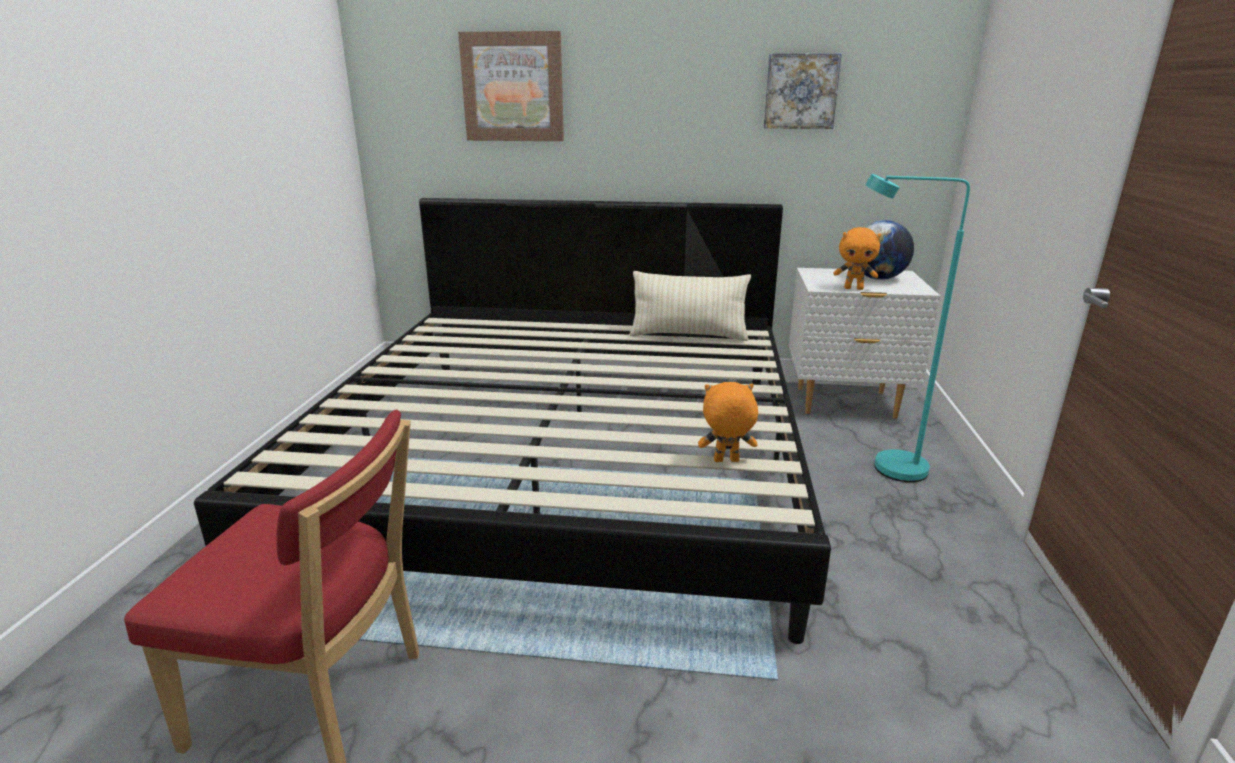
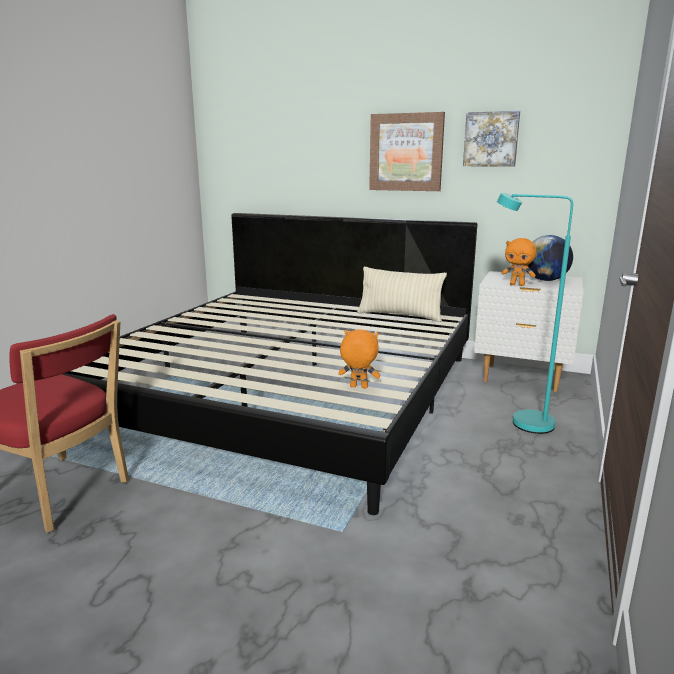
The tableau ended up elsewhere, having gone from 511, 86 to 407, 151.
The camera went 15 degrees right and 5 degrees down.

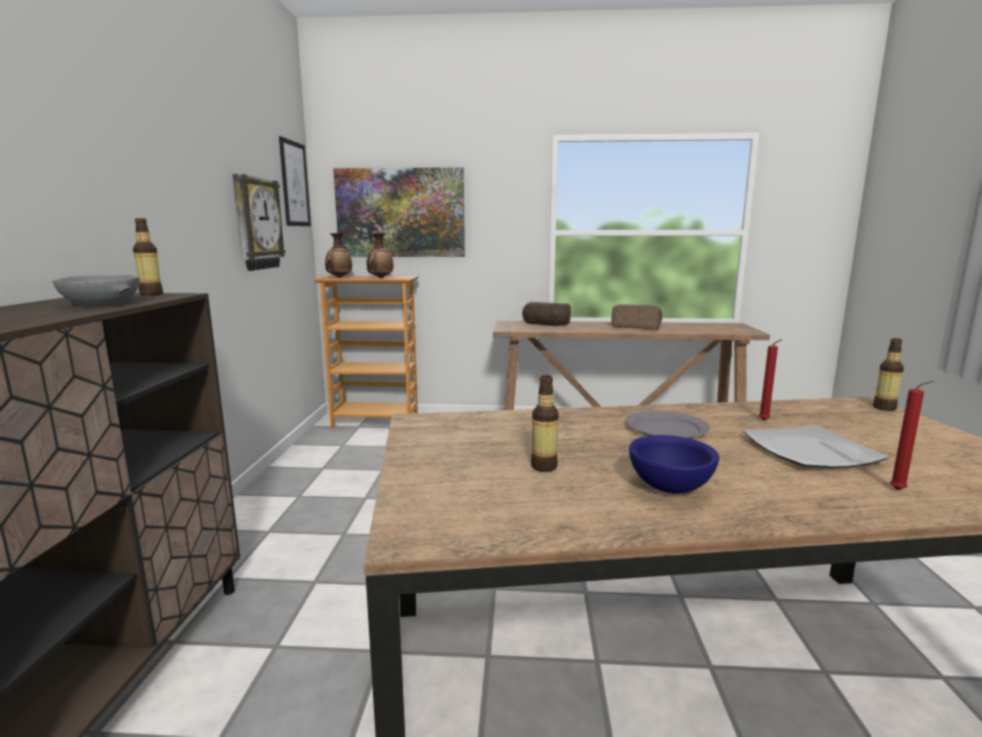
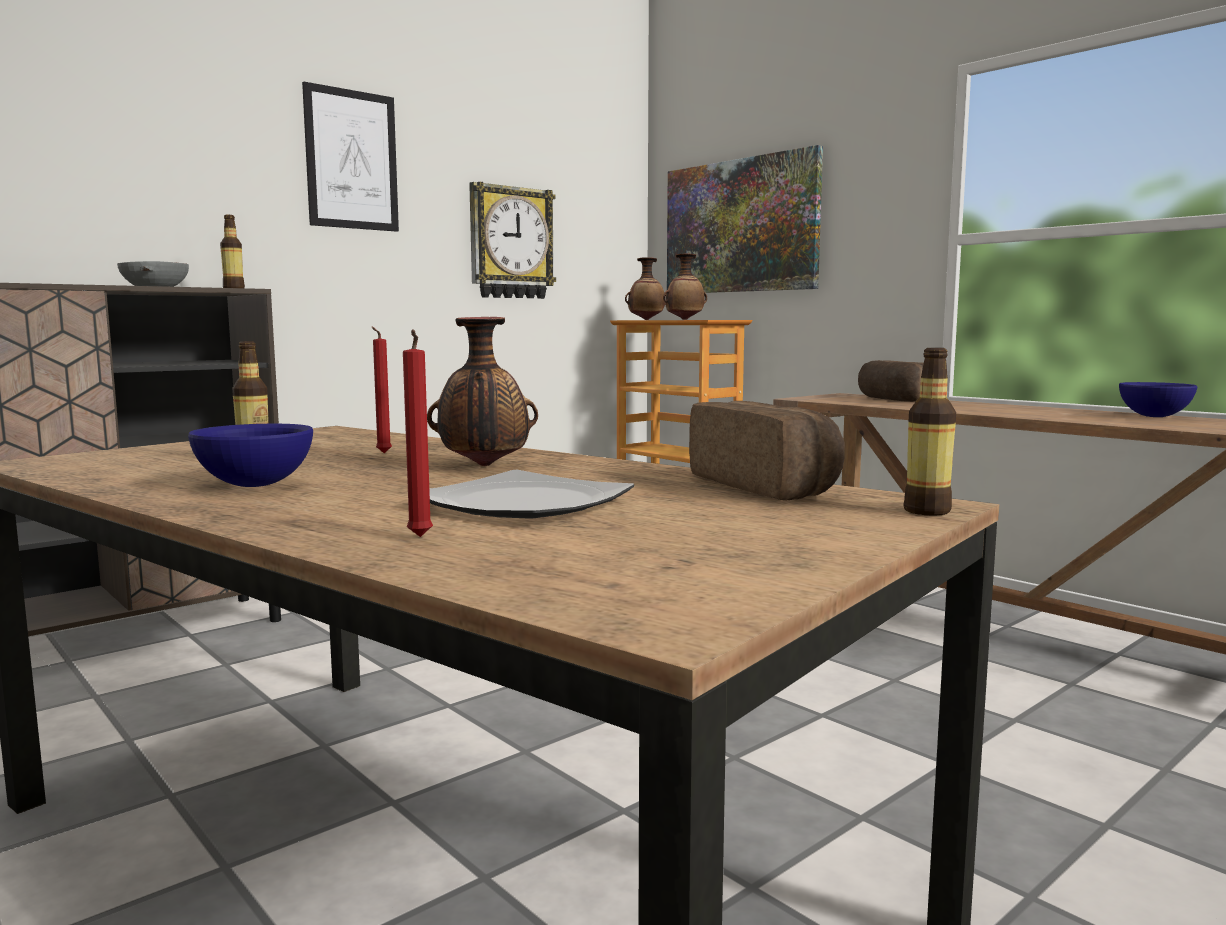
The second view gained the bol/bleu at 1158, 399.
The tableau ended up elsewhere, having gone from 295, 181 to 350, 157.
The pain ended up elsewhere, having gone from 637, 317 to 767, 451.
The bougie/rouge ended up elsewhere, having gone from 771, 379 to 382, 390.
Where the assiette/gris stood at 667, 424, the vase came to stand at 482, 391.
The camera went 45 degrees right and 5 degrees down.

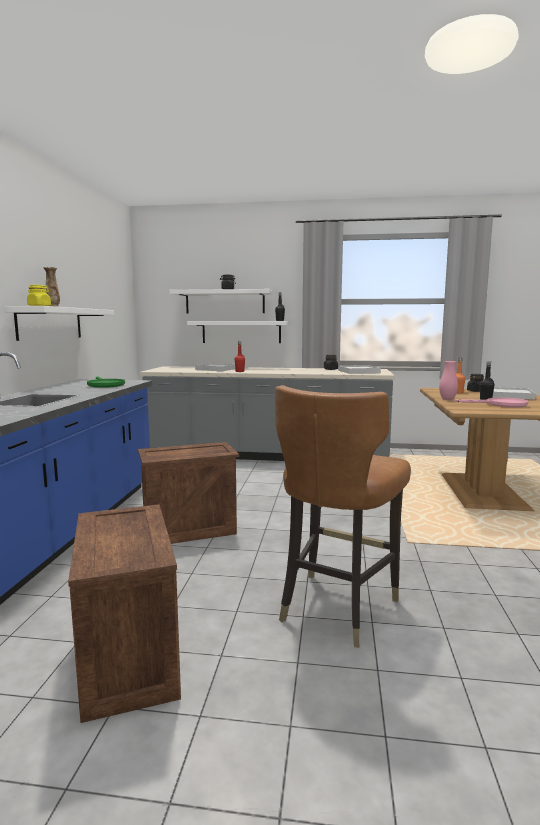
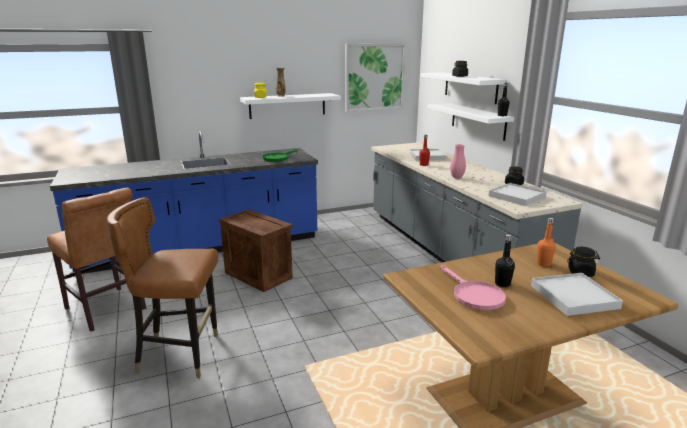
The second view gained the tableau at 375, 77.
The vase/rose ended up elsewhere, having gone from 448, 380 to 458, 161.
Where the caisse stood at 124, 613, the chaise/marron came to stand at 96, 259.
The camera went 60 degrees right and 10 degrees up.

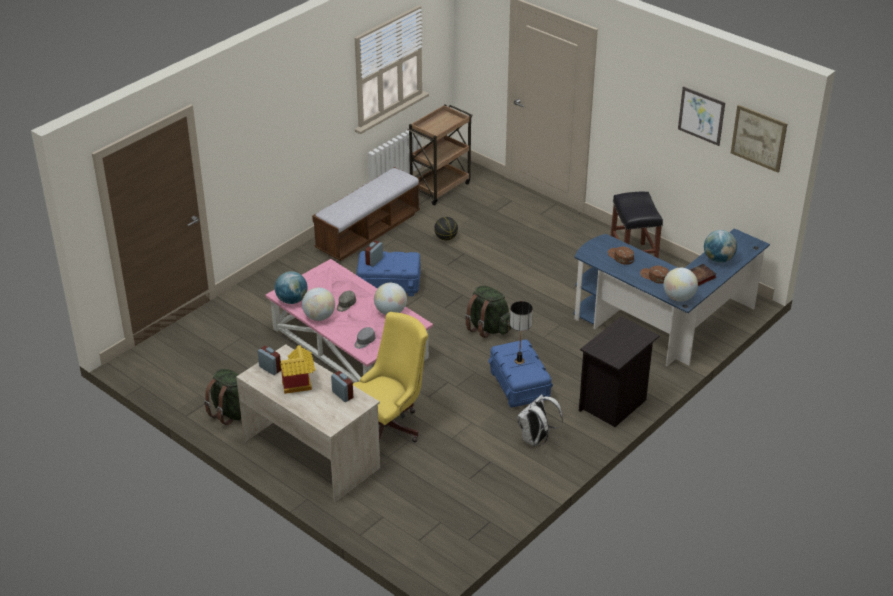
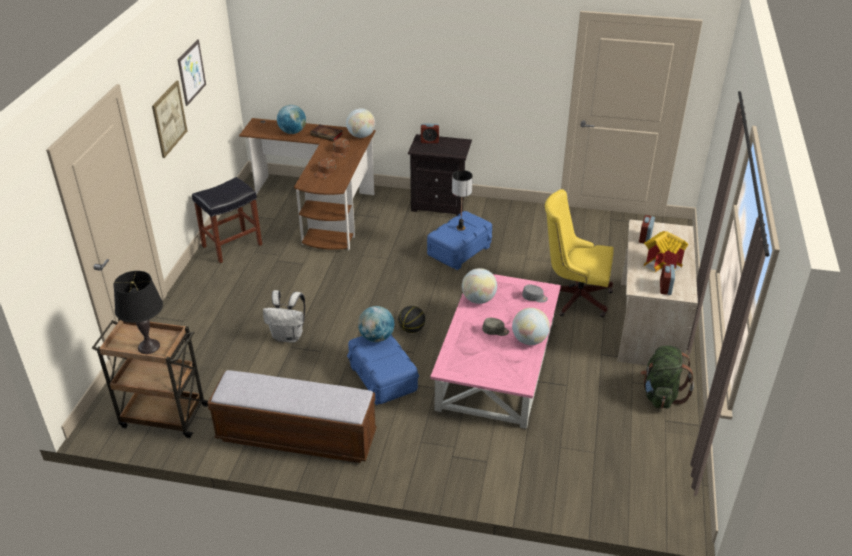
The second view lost the sac à dos/vert at 488, 311.
The second view gained the lampe de table/noir at 138, 312.
The globe ended up elsewhere, having gone from 291, 287 to 376, 324.
The réveil ended up elsewhere, having gone from 374, 254 to 430, 133.
The ballon de basket ended up elsewhere, having gone from 446, 228 to 411, 319.
The sac à dos/blanc ended up elsewhere, having gone from 540, 420 to 284, 316.
The tableau ended up elsewhere, having gone from 759, 139 to 170, 119.
What was the bureau/bleu at 672, 297 turned into the bureau/marron at 307, 184.
The camera went 120 degrees left and 0 degrees up.

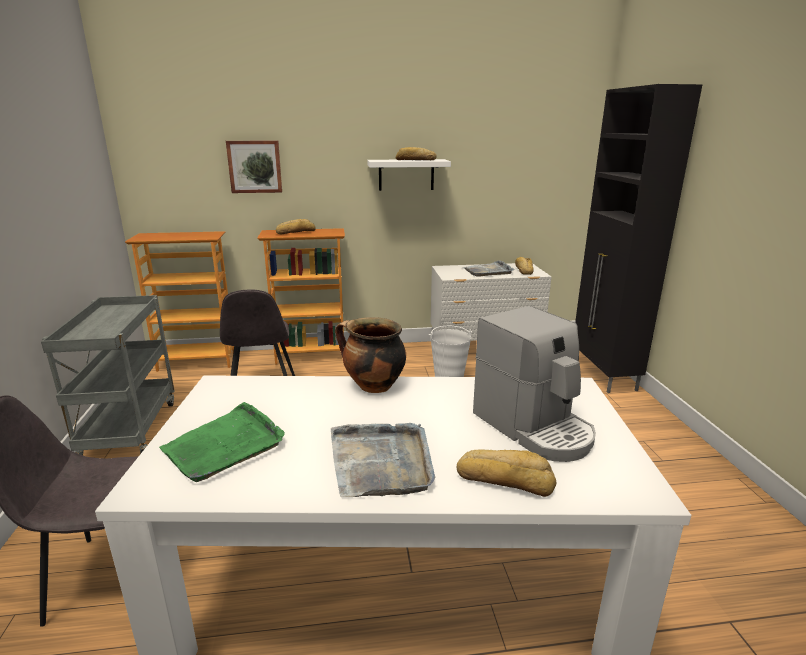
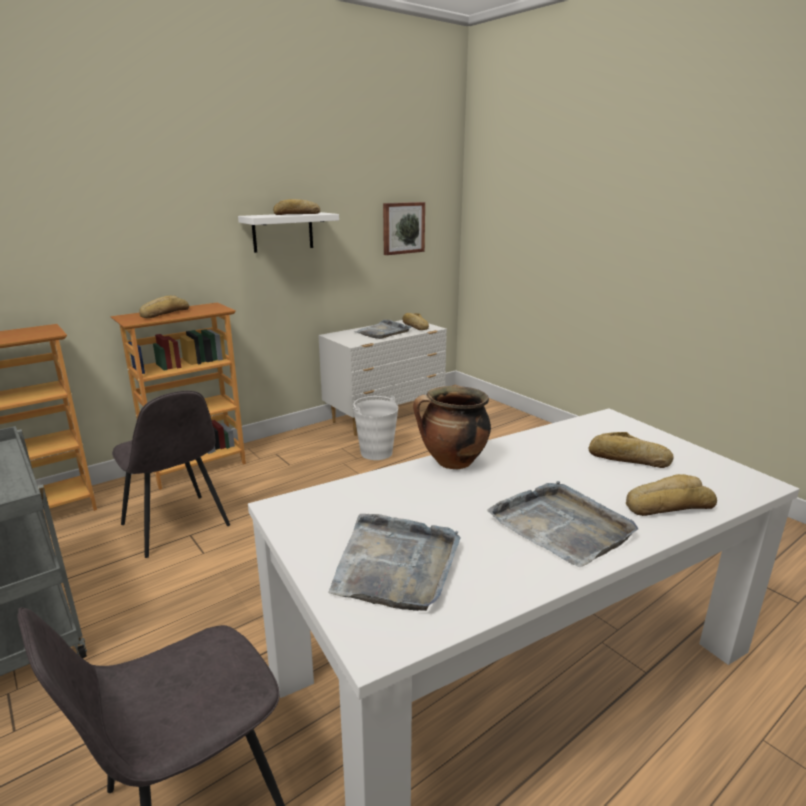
The second view lost the meuble de rangement/noir at 639, 238.
The tableau ended up elsewhere, having gone from 254, 167 to 404, 228.
Where the machine à café stood at 534, 384, the pain came to stand at 631, 450.
What was the plateau/vert at 222, 442 turned into the plateau/gris at 394, 562.
The camera went 30 degrees left and 0 degrees up.

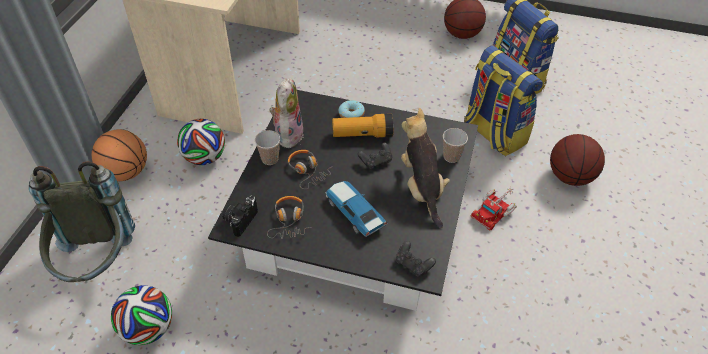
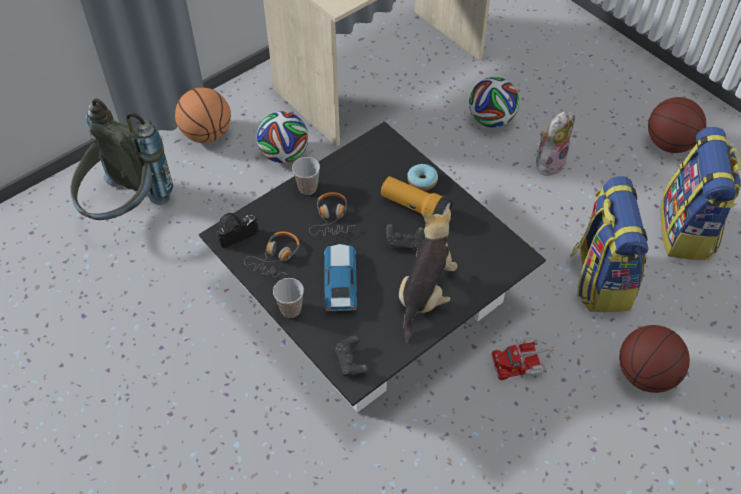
The ballon de foot ended up elsewhere, having gone from 141, 315 to 494, 102.
The peluche ended up elsewhere, having gone from 287, 113 to 555, 144.
The tasse ended up elsewhere, having gone from 455, 145 to 288, 298.
The camera went 35 degrees right and 5 degrees up.

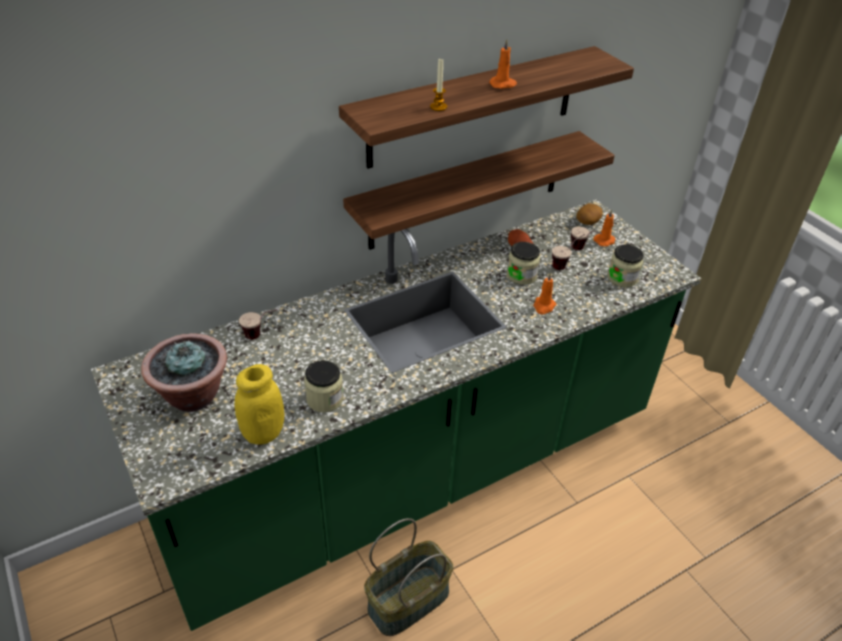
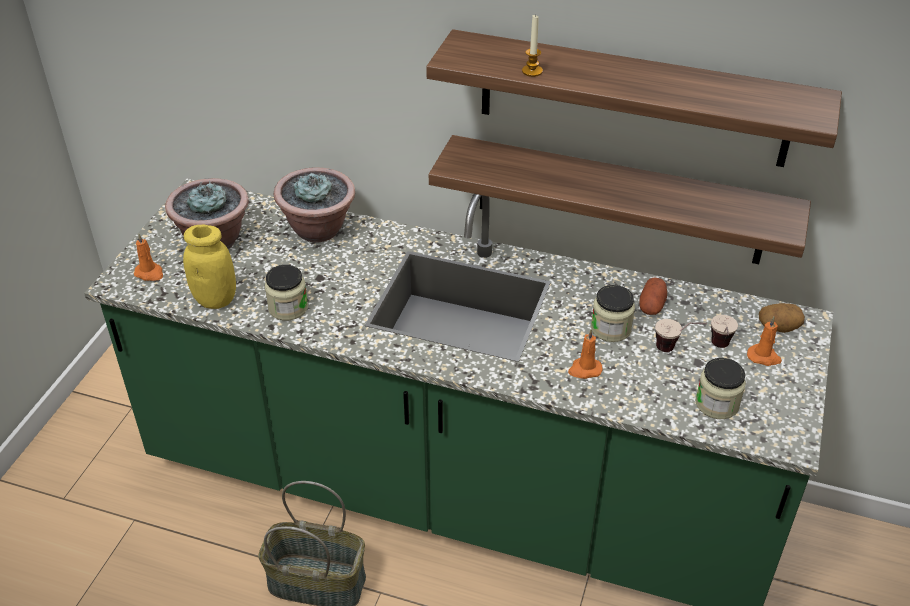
The bougie/orange ended up elsewhere, having gone from 503, 64 to 148, 257.
Where the tasse stood at 258, 324, the plante en pot came to stand at 314, 205.
The camera went 50 degrees right and 0 degrees up.

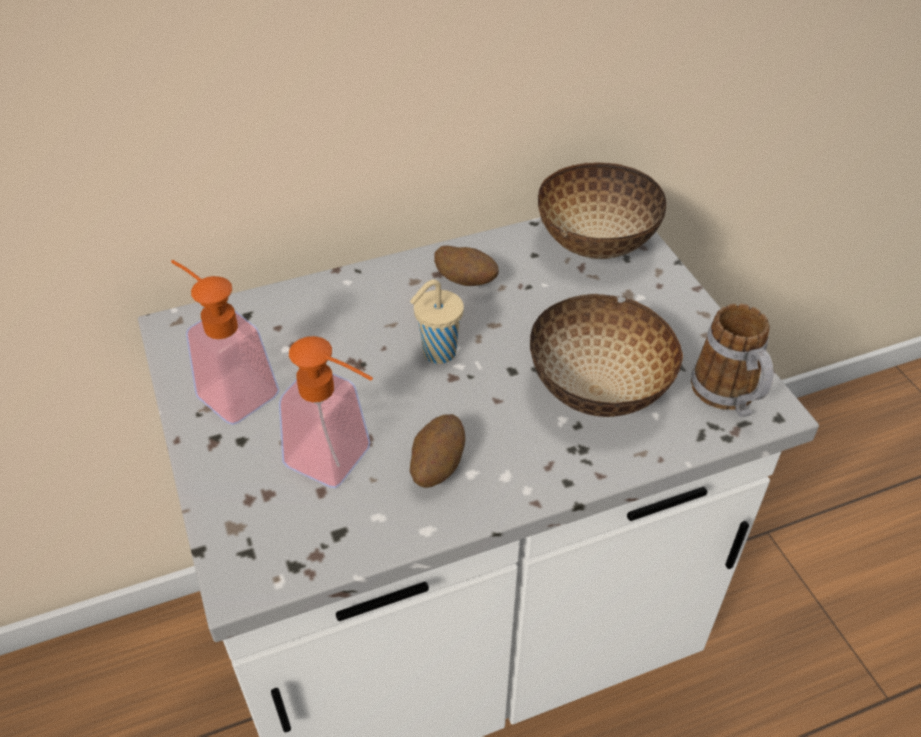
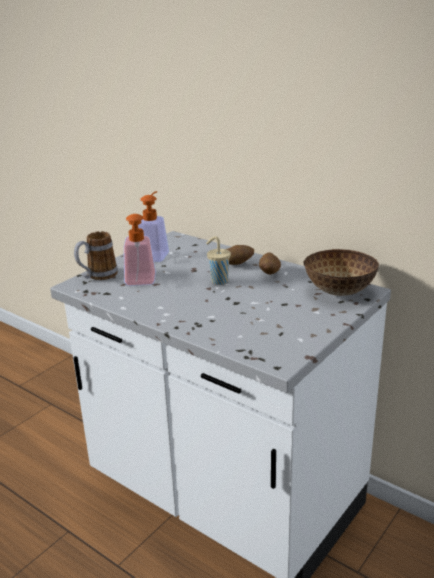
The second view lost the bol at 606, 355.
The pomme de terre ended up elsewhere, having gone from 437, 451 to 240, 255.
The mug ended up elsewhere, having gone from 732, 360 to 96, 255.
The camera went 60 degrees right and 20 degrees down.

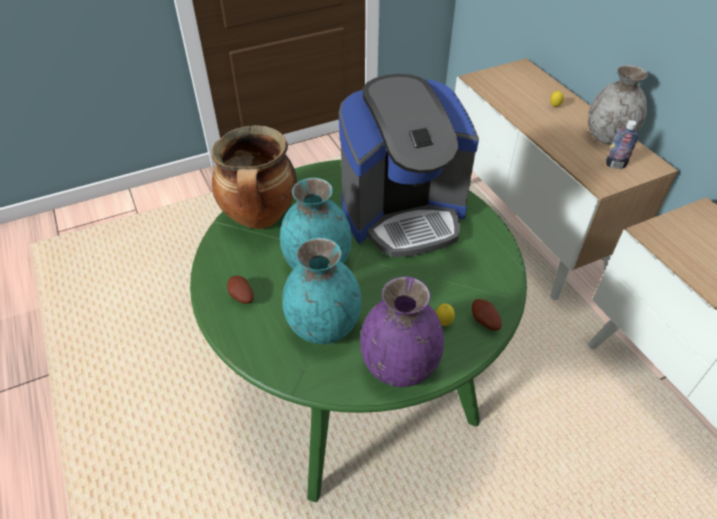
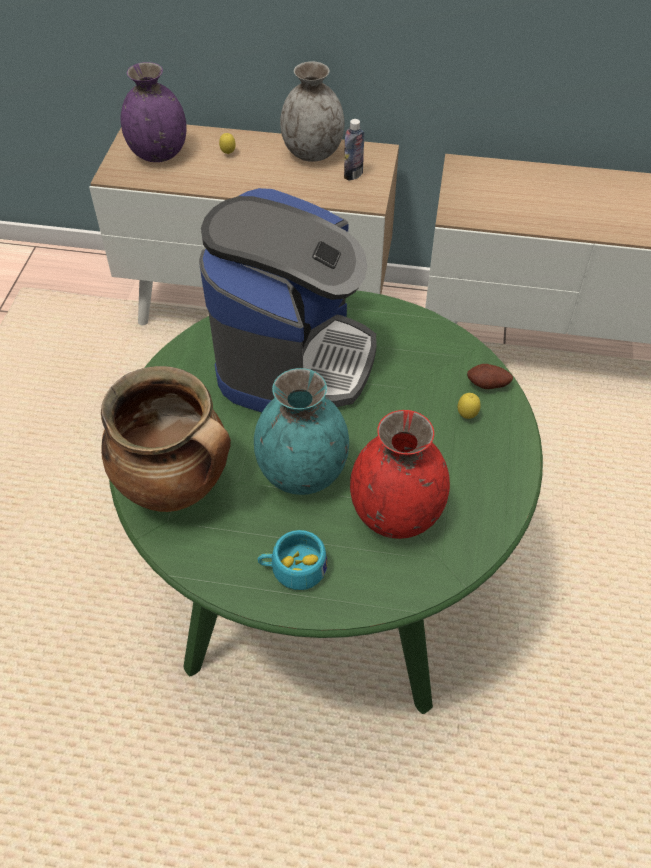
The vase/violet ended up elsewhere, having gone from 402, 332 to 154, 112.
Where the pomme de terre stood at 240, 290, the tasse/turquoise came to stand at 292, 560.
What was the vase/turquoise at 321, 291 turned into the vase/rouge at 400, 474.
The camera went 55 degrees left and 5 degrees up.

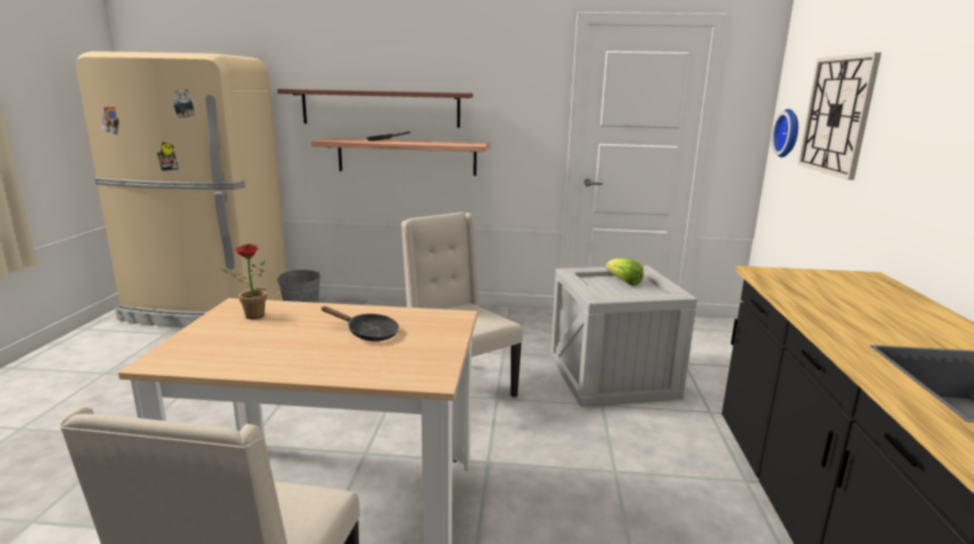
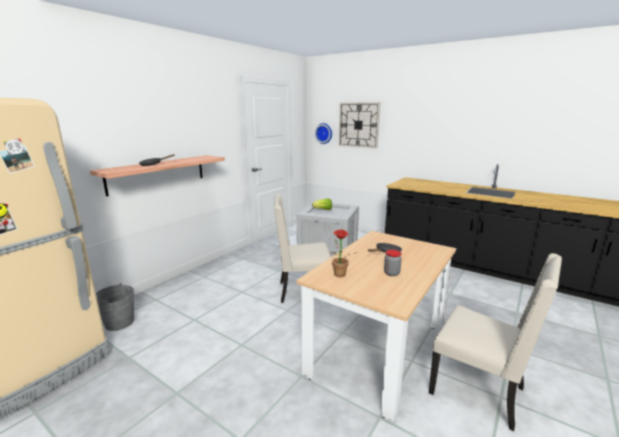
The second view lost the étagère at 375, 108.
The second view gained the bocal at 393, 263.
The camera went 60 degrees left and 0 degrees up.

